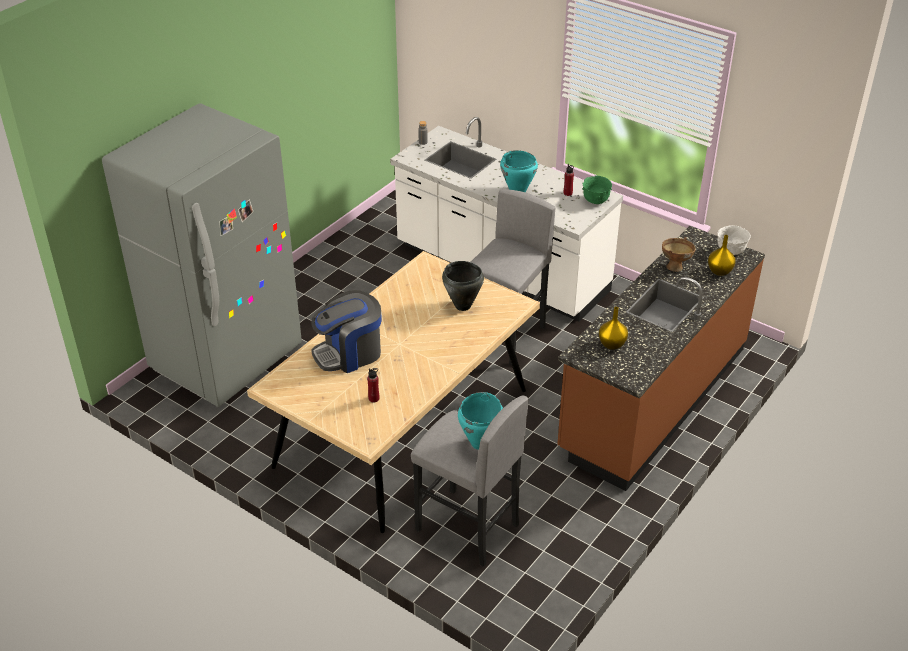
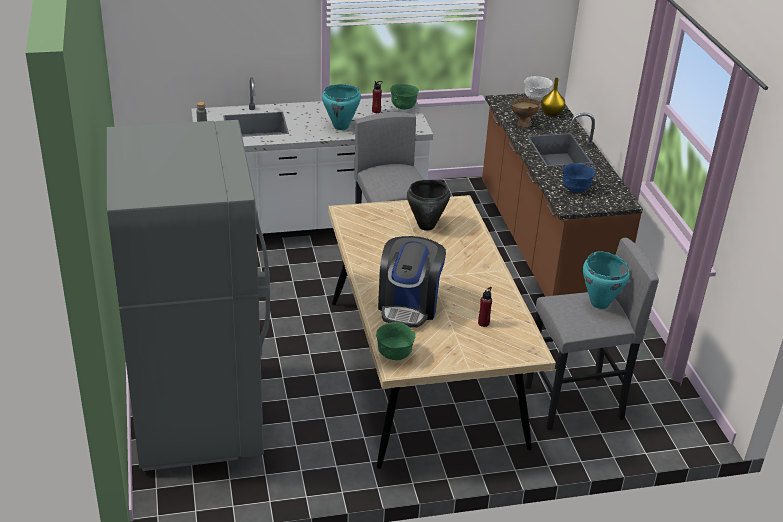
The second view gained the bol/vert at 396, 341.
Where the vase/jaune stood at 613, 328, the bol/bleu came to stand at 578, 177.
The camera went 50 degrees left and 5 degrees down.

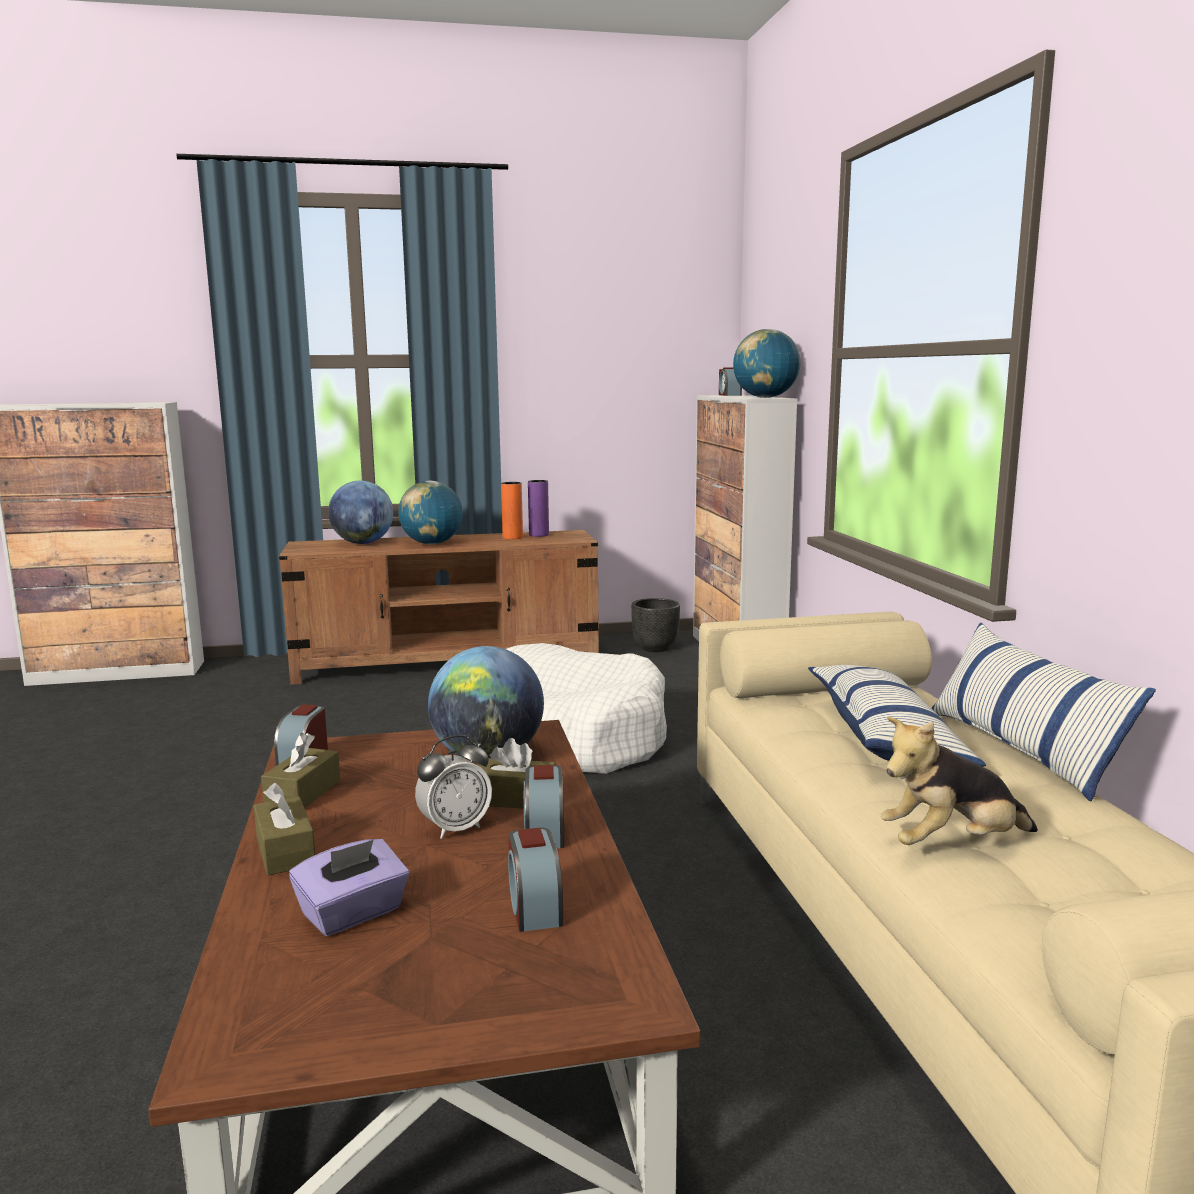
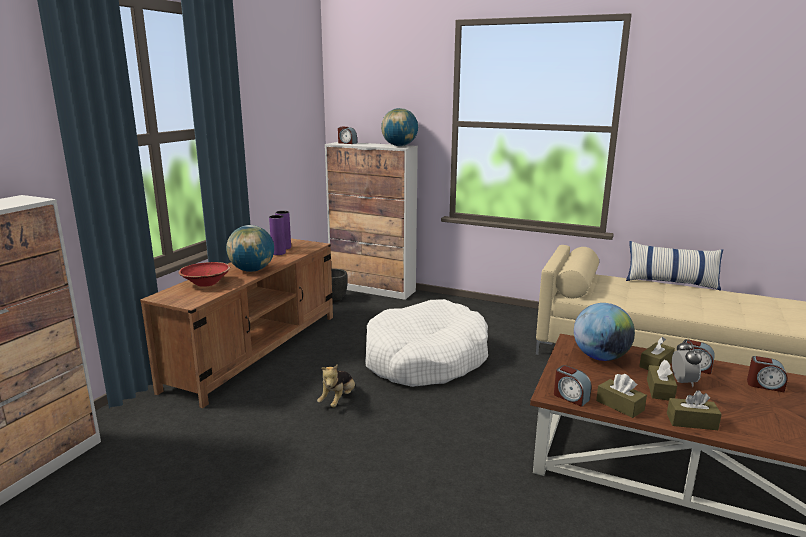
The second view lost the boîte à mouchoirs/violet at 349, 887.
The second view lost the coussin at 897, 716.
The second view gained the boîte à mouchoirs/marron at 662, 380.
The peluche ended up elsewhere, having gone from 959, 781 to 336, 385.
Where the globe stood at 360, 512, the bol/rouge came to stand at 204, 274.
What was the vase/orange at 512, 511 turned into the vase/violet at 277, 235.
The camera went 55 degrees left and 5 degrees up.

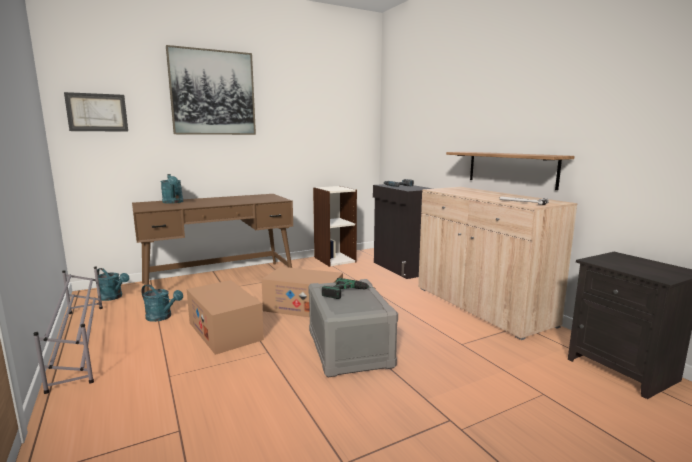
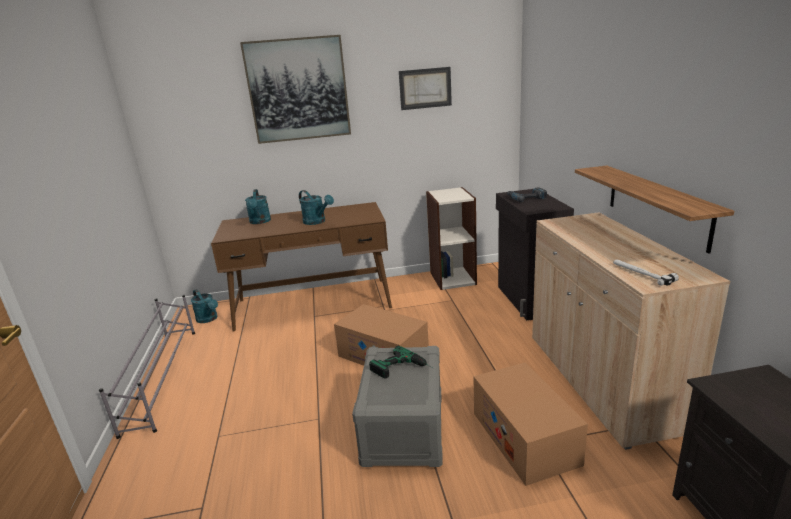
The tableau ended up elsewhere, having gone from 96, 112 to 425, 88.
The arrosoir/turquoise ended up elsewhere, having gone from 162, 303 to 316, 207.
The carton ended up elsewhere, having gone from 225, 317 to 530, 424.
The camera went 20 degrees right and 10 degrees up.

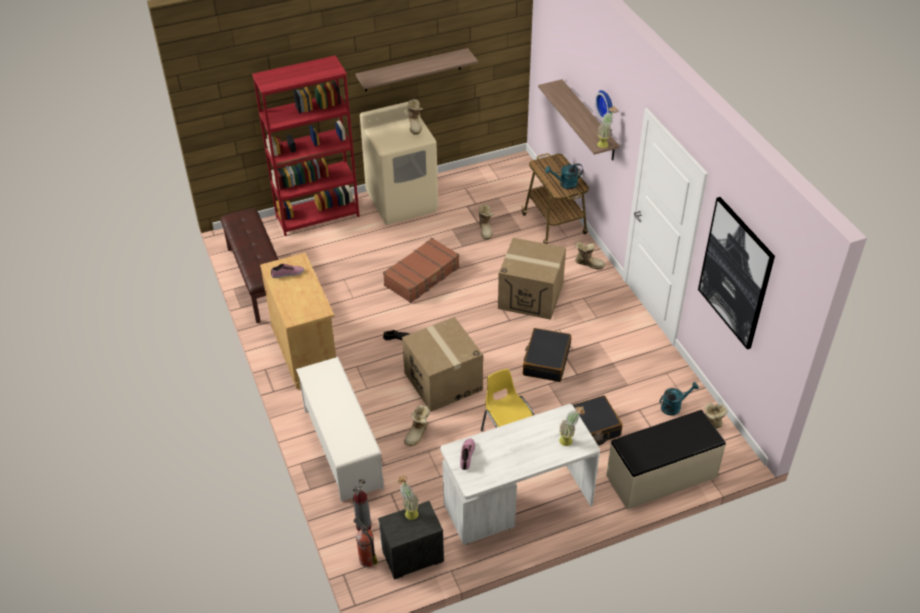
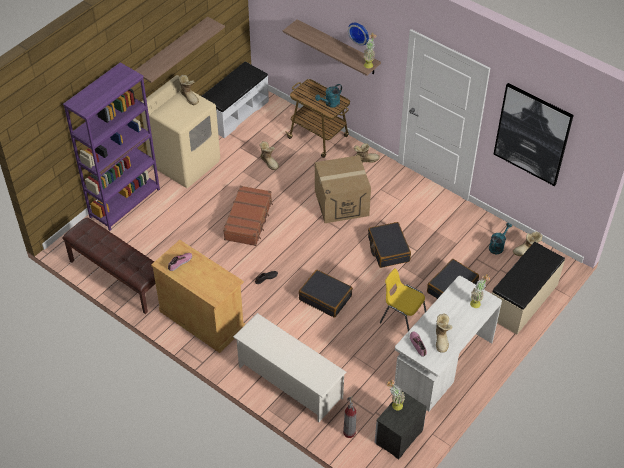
The second view lost the extincteur at 366, 542.
The second view gained the banc/blanc at 235, 100.
The botte ended up elsewhere, having gone from 417, 425 to 444, 333.
Where the carton stood at 442, 364, the valise/noir came to stand at 326, 294.
What was the bibliothèque/rouge at 306, 145 turned into the bibliothèque/violet at 111, 146.
The camera went 30 degrees left and 5 degrees up.

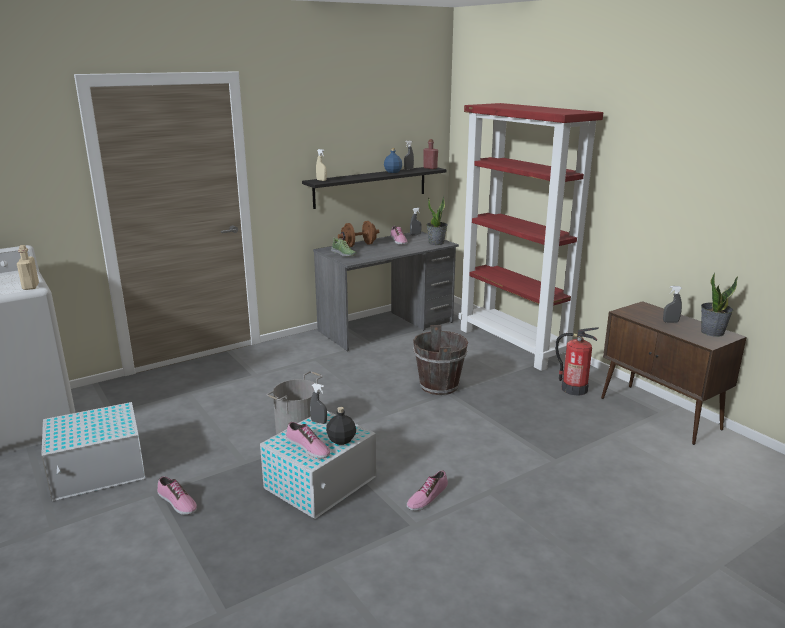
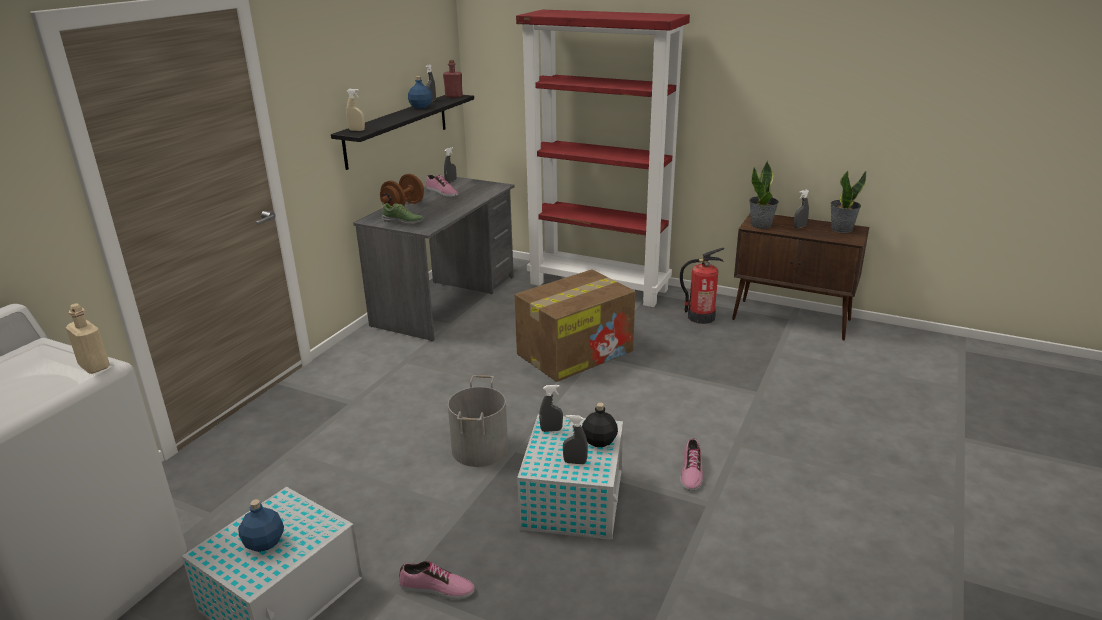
The second view gained the bouteille/bleu at 261, 525.
The plante en pot ended up elsewhere, having gone from 437, 220 to 764, 195.
Where the chaussure stood at 308, 440, the vaporisateur/gris came to stand at 575, 439.
Where the seau/marron stood at 440, 360, the carton came to stand at 575, 325.
The camera went 30 degrees left and 5 degrees up.

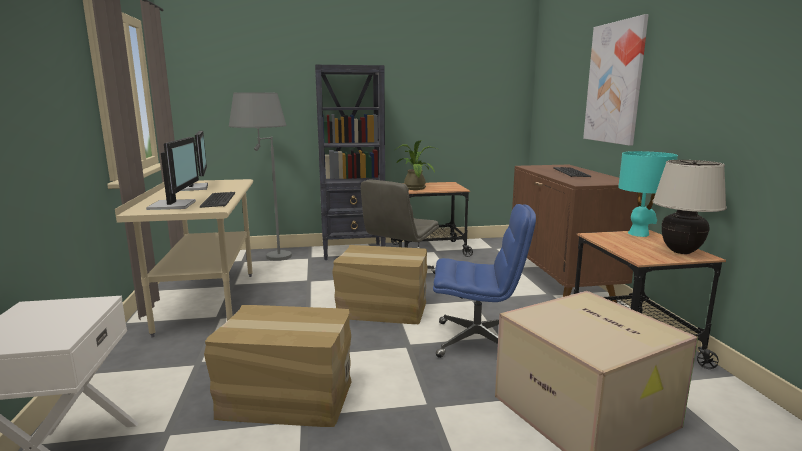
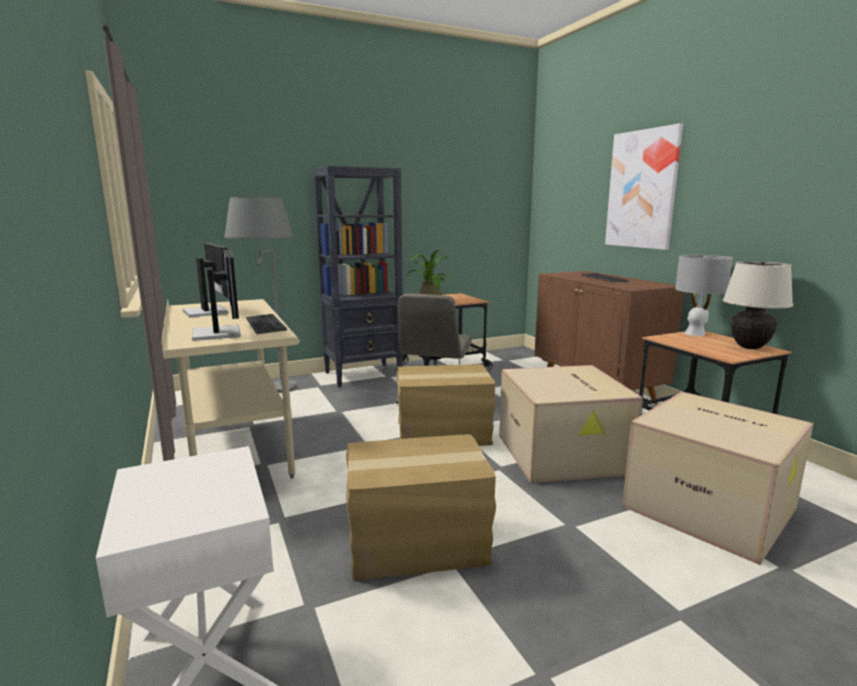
Where the chaise de bureau/bleu stood at 484, 281, the carton came to stand at 571, 424.
What was the lampe de table/turquoise at 648, 194 turned into the lampe de table/gris at 704, 295.
The camera went 15 degrees left and 0 degrees up.

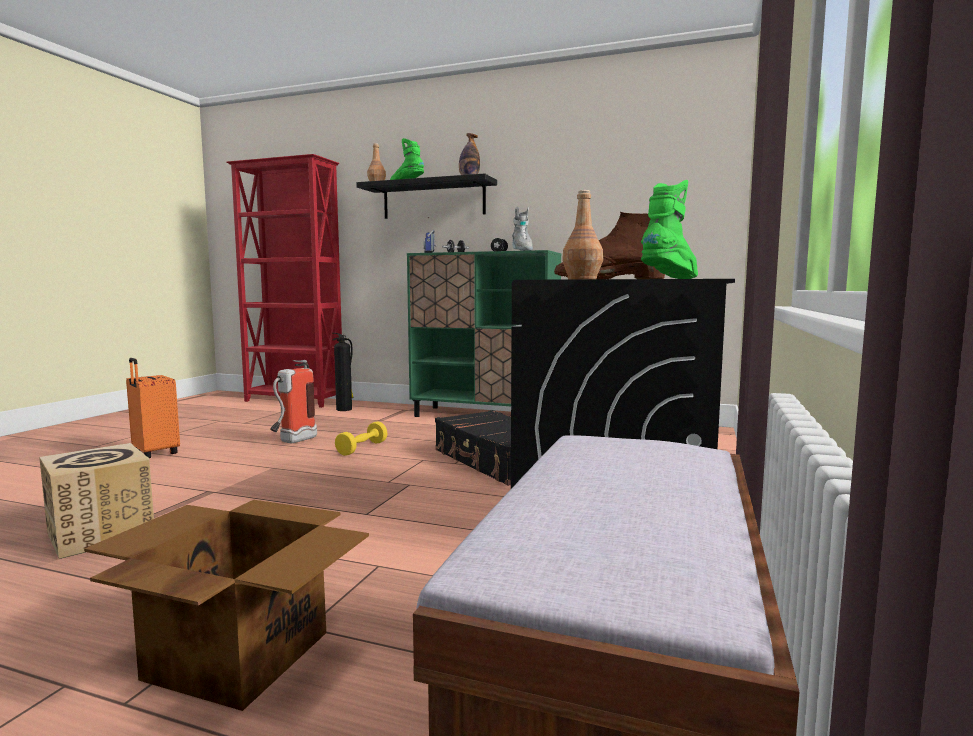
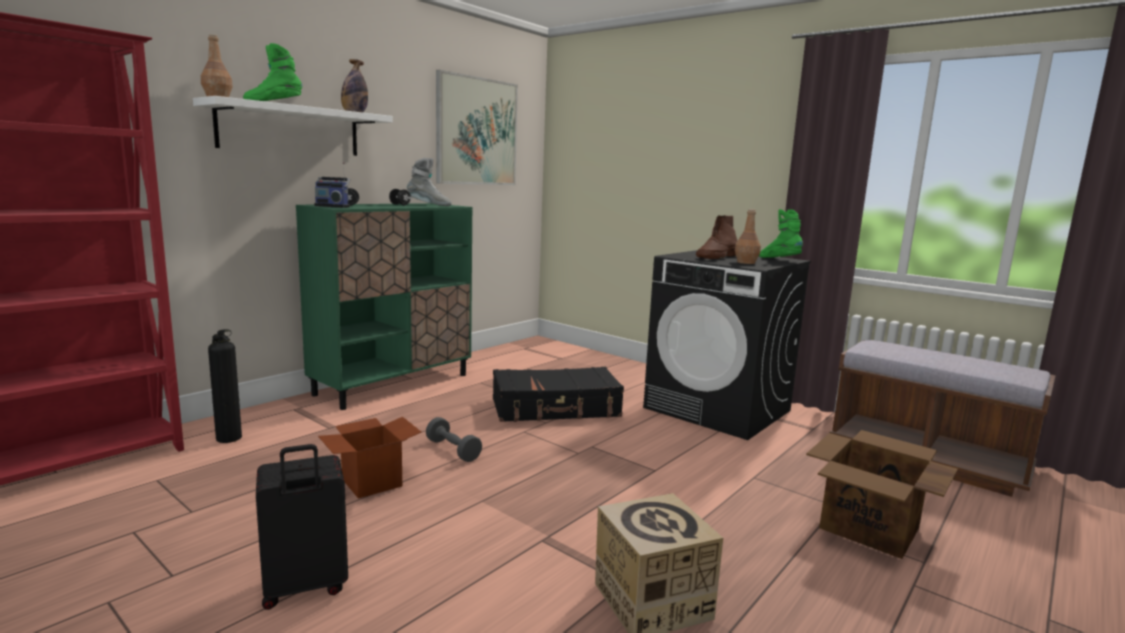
The second view gained the tableau at 477, 127.
Where the extincteur stood at 293, 401, the carton came to stand at 369, 458.
What was the valise/orange at 153, 408 turned into the valise/noir at 302, 527.
What was the haltère/jaune at 361, 438 turned into the haltère/gris at 454, 439.
What was the étagère/noir at 426, 196 turned into the étagère/blanc at 293, 126.
The camera went 70 degrees left and 5 degrees up.

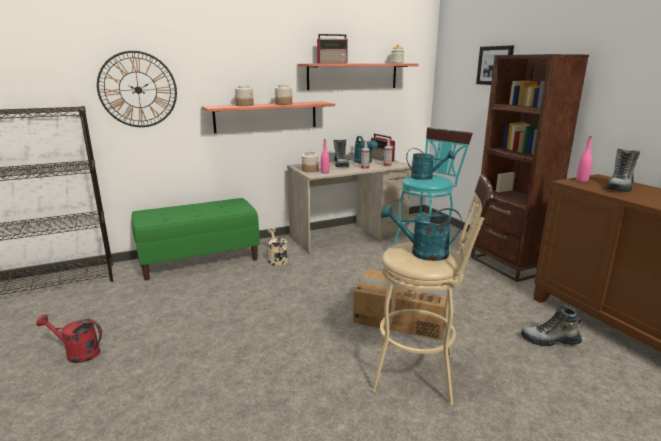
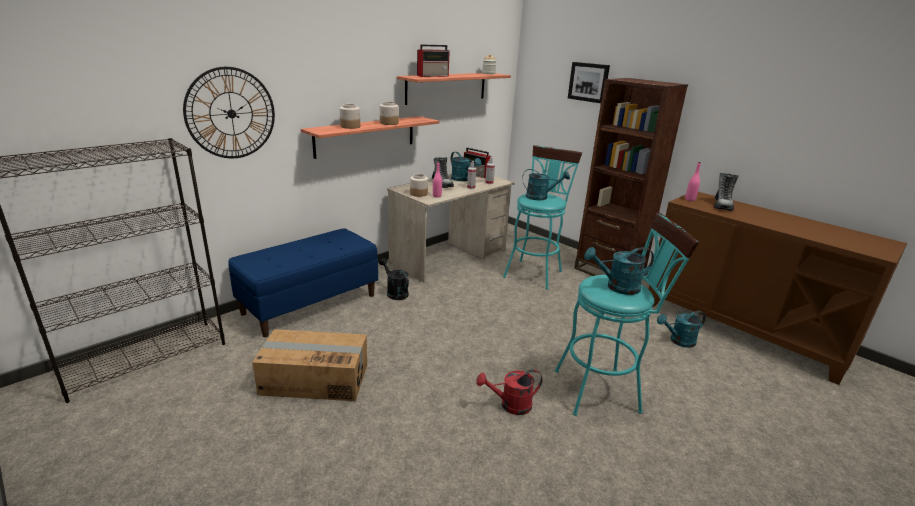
The arrosoir/rouge ended up elsewhere, having gone from 69, 338 to 509, 392.
The carton ended up elsewhere, having gone from 401, 304 to 309, 365.
Where the botte stood at 551, 325, the arrosoir/turquoise came to stand at 681, 329.
What was the banc/vert at 196, 239 turned into the banc/bleu at 303, 282.
What was the arrosoir/beige at 278, 246 turned into the arrosoir/noir at 394, 279.
What was the tabouret/beige at 432, 290 turned into the tabouret/turquoise at 627, 314.
The camera went 20 degrees left and 5 degrees up.

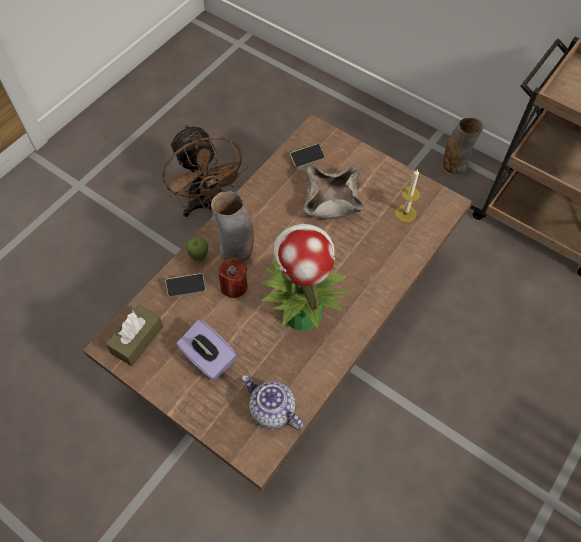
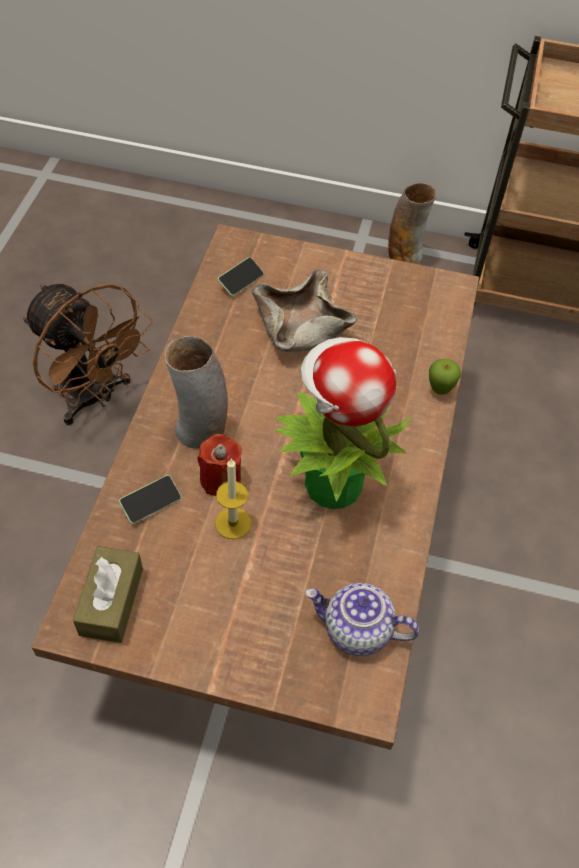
The second view lost the boîte à mouchoirs/violet at 207, 350.
The pomme ended up elsewhere, having gone from 197, 249 to 445, 377.
The bougie ended up elsewhere, having gone from 408, 195 to 233, 499.
The camera went 25 degrees left and 5 degrees down.

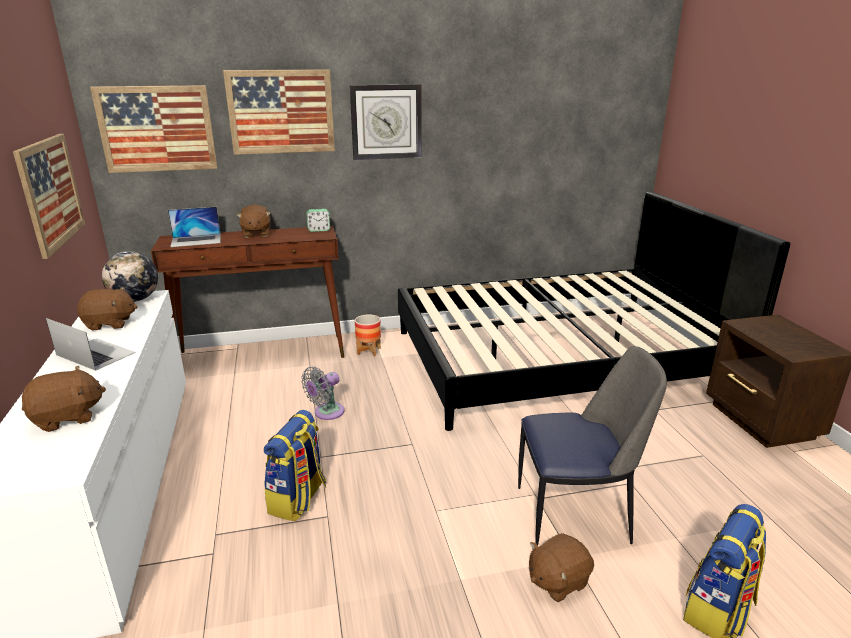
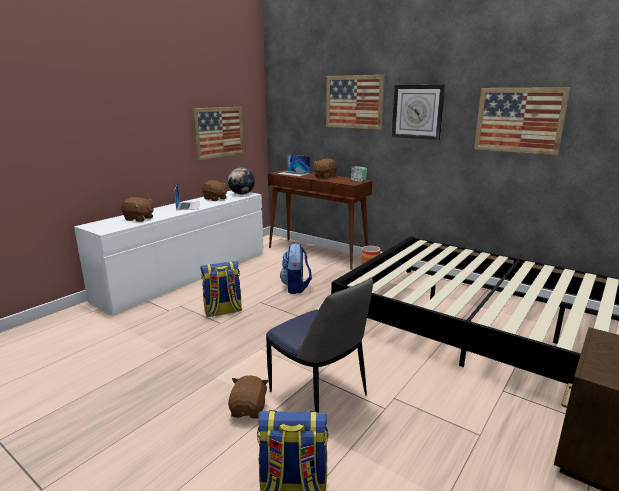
The tableau ended up elsewhere, having gone from 153, 129 to 522, 121.
Where the ventilateur/gris stood at 323, 393, the sac à dos came to stand at 296, 268.
The peluche/marron at 561, 567 ended up facing another way, 75 degrees clockwise from before.
The camera went 50 degrees right and 5 degrees down.

